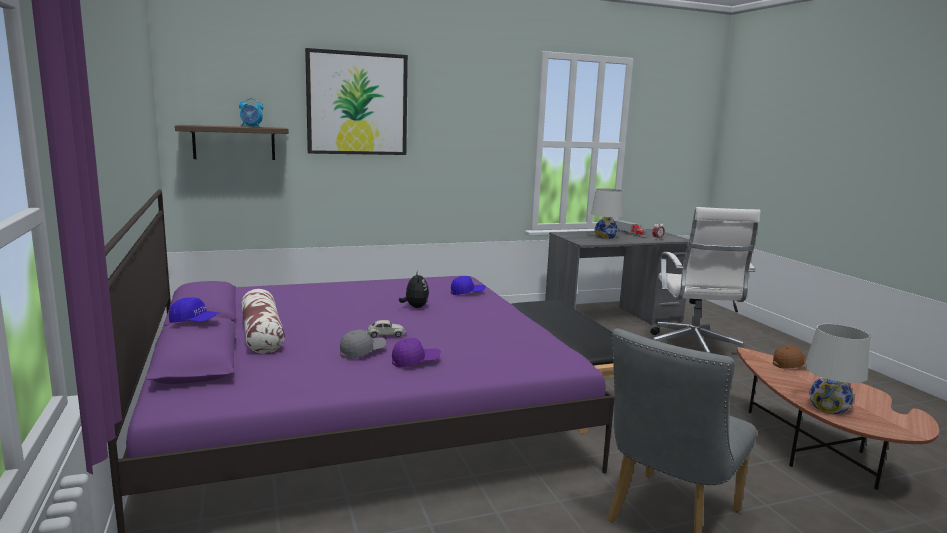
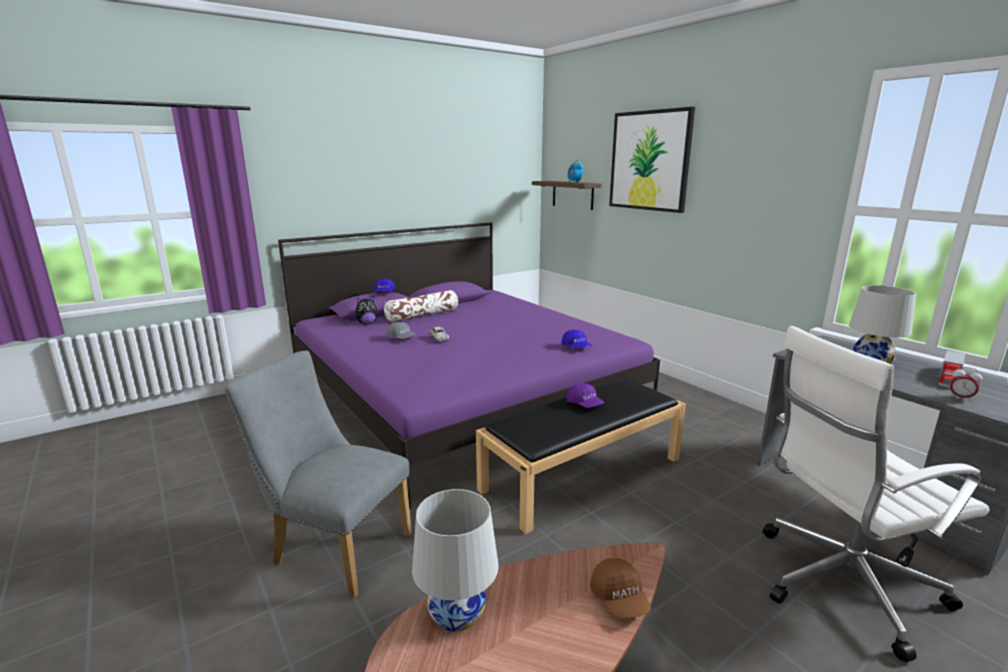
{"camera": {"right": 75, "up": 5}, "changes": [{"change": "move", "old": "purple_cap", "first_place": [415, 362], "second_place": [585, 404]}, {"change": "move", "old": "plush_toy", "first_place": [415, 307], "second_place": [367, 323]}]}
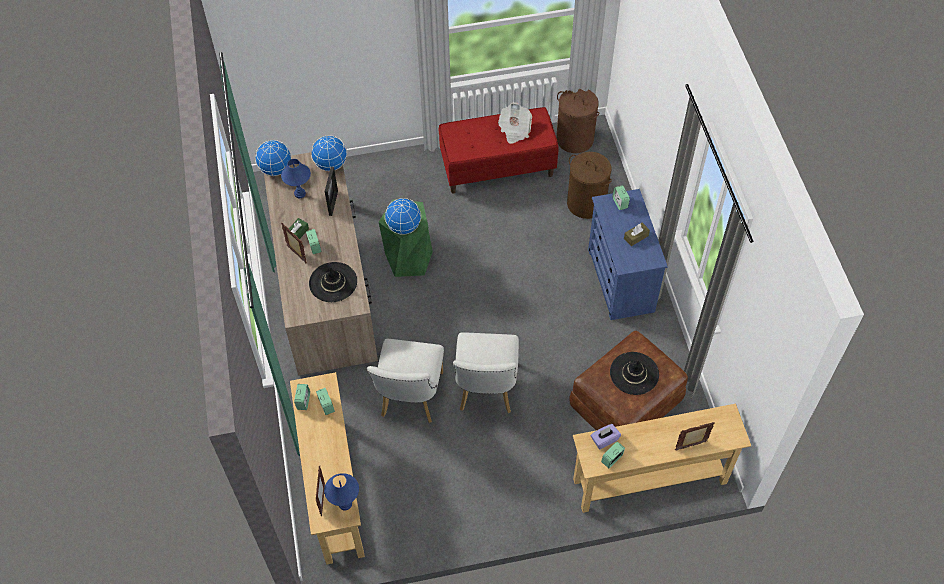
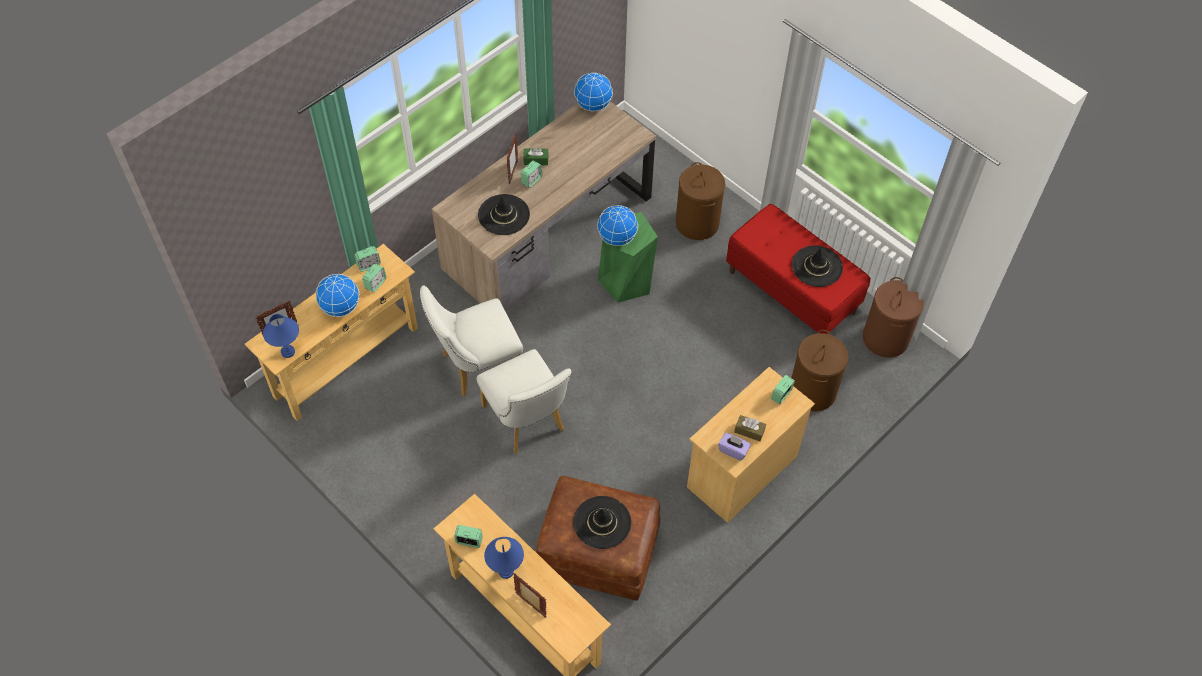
{"camera": {"right": 55, "up": 0}, "changes": [{"change": "move", "old": "blue_table_lamp", "first_place": [300, 194], "second_place": [506, 572]}, {"change": "move", "old": "globe", "first_place": [331, 165], "second_place": [340, 307]}, {"change": "delete", "old": "picture_frame", "first_place": [333, 203]}, {"change": "rotate", "old": "white_chair", "first_place": [486, 391], "second_place": [527, 422], "degrees": -90}, {"change": "replace", "old": "newspaper", "new": "black_hat", "first_place": [514, 130], "second_place": [817, 266]}, {"change": "recolor", "old": "blue_dresser", "new": "beige_dresser", "first_place": [620, 281], "second_place": [741, 472]}, {"change": "move", "old": "purple_tissue_box", "first_place": [604, 440], "second_place": [733, 450]}, {"change": "insert", "new": "brown_laundry_basket", "second_place": [697, 223]}]}
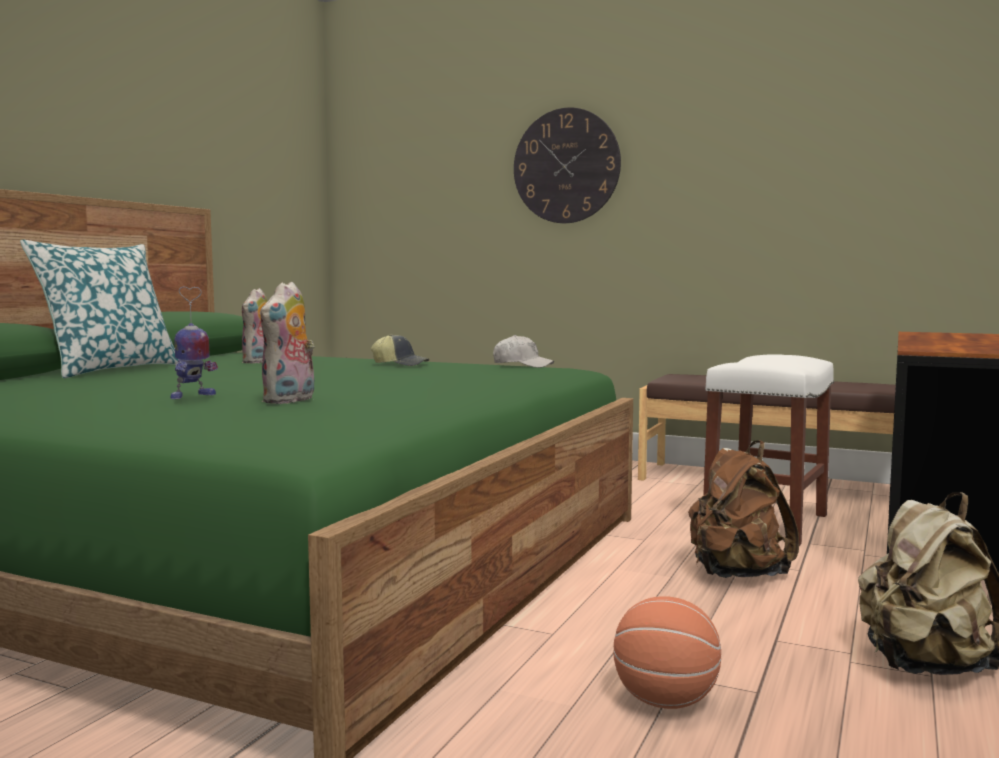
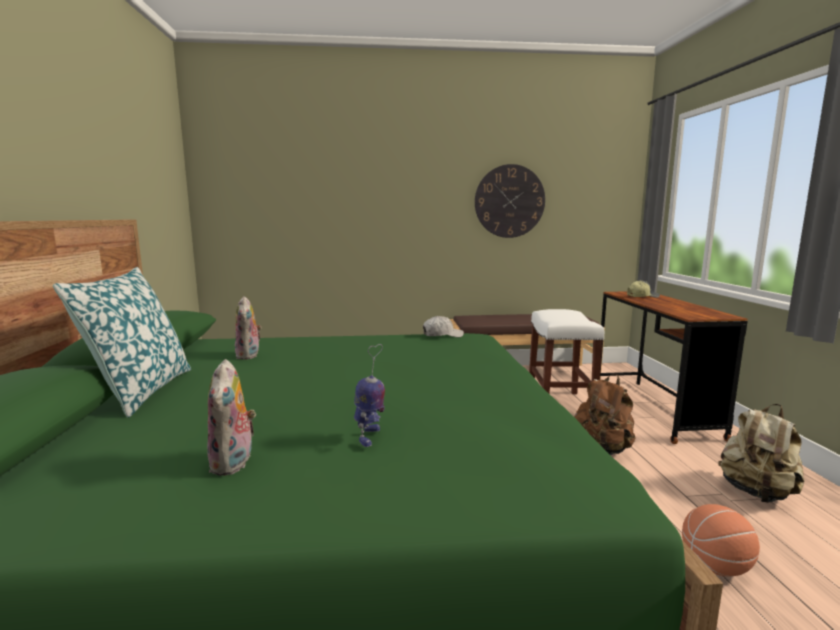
{"camera": {"right": -30, "up": 5}, "changes": [{"change": "move", "old": "plush_toy", "first_place": [290, 400], "second_place": [234, 463]}, {"change": "move", "old": "cap", "first_place": [401, 364], "second_place": [642, 296]}, {"change": "move", "old": "wall_clock", "first_place": [566, 166], "second_place": [509, 201]}]}
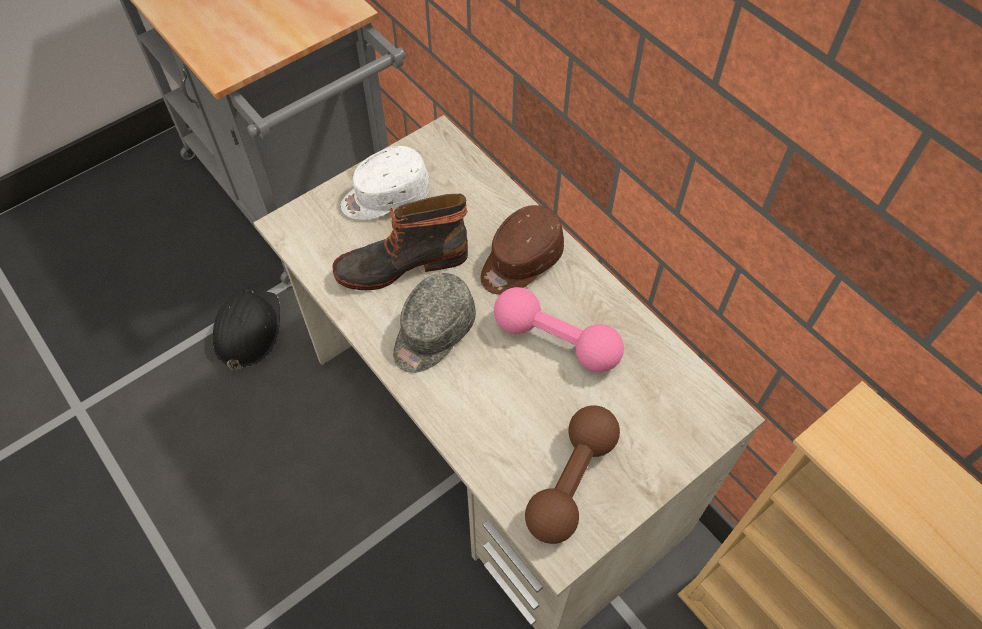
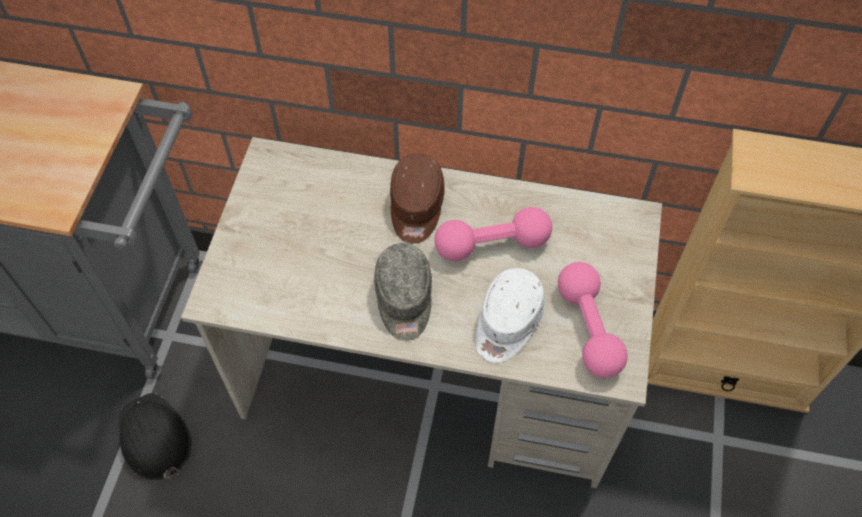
{"camera": {"right": -40, "up": 0}, "changes": [{"change": "delete", "old": "boot", "first_place": [401, 262]}, {"change": "move", "old": "white_cap", "first_place": [385, 196], "second_place": [507, 323]}, {"change": "recolor", "old": "brown_dumbbell", "new": "pink_dumbbell", "first_place": [571, 481], "second_place": [588, 328]}]}
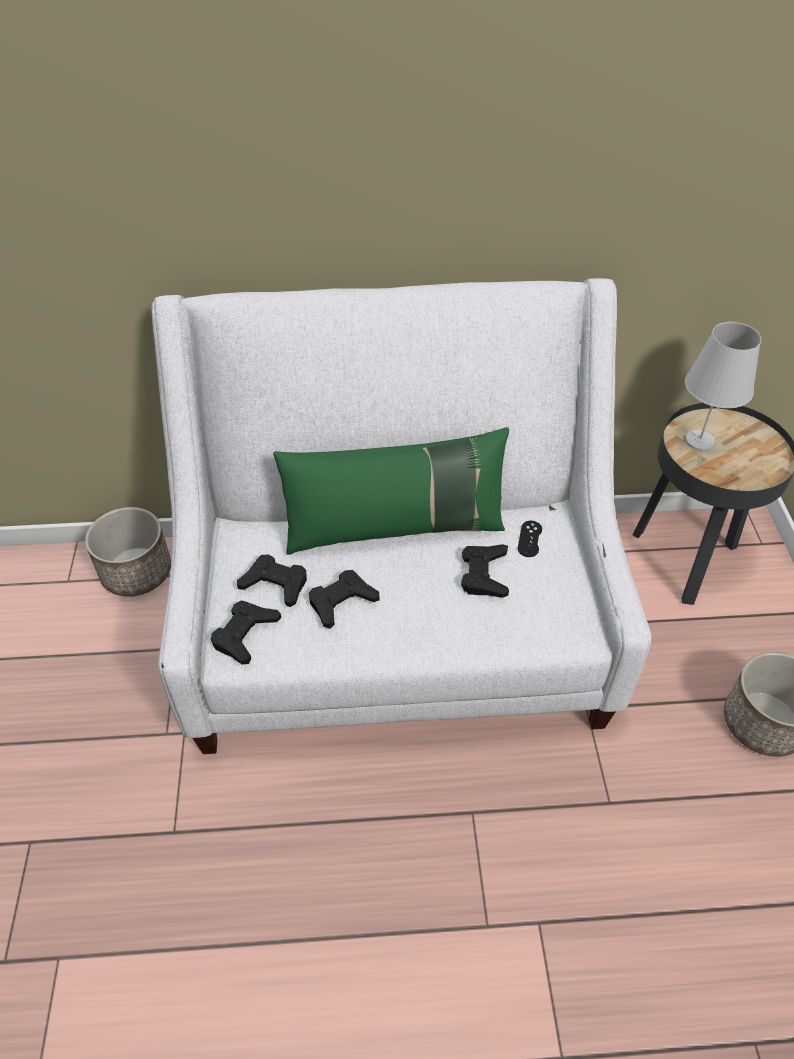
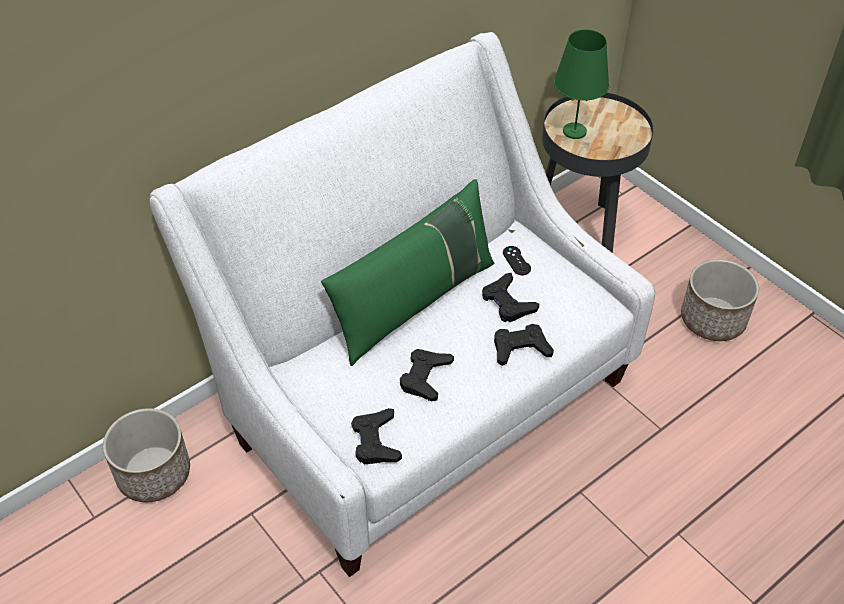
{"camera": {"right": -35, "up": 0}, "changes": [{"change": "move", "old": "black_game_controller", "first_place": [275, 584], "second_place": [520, 348]}, {"change": "recolor", "old": "white_table_lamp", "new": "green_table_lamp", "first_place": [699, 441], "second_place": [574, 131]}]}
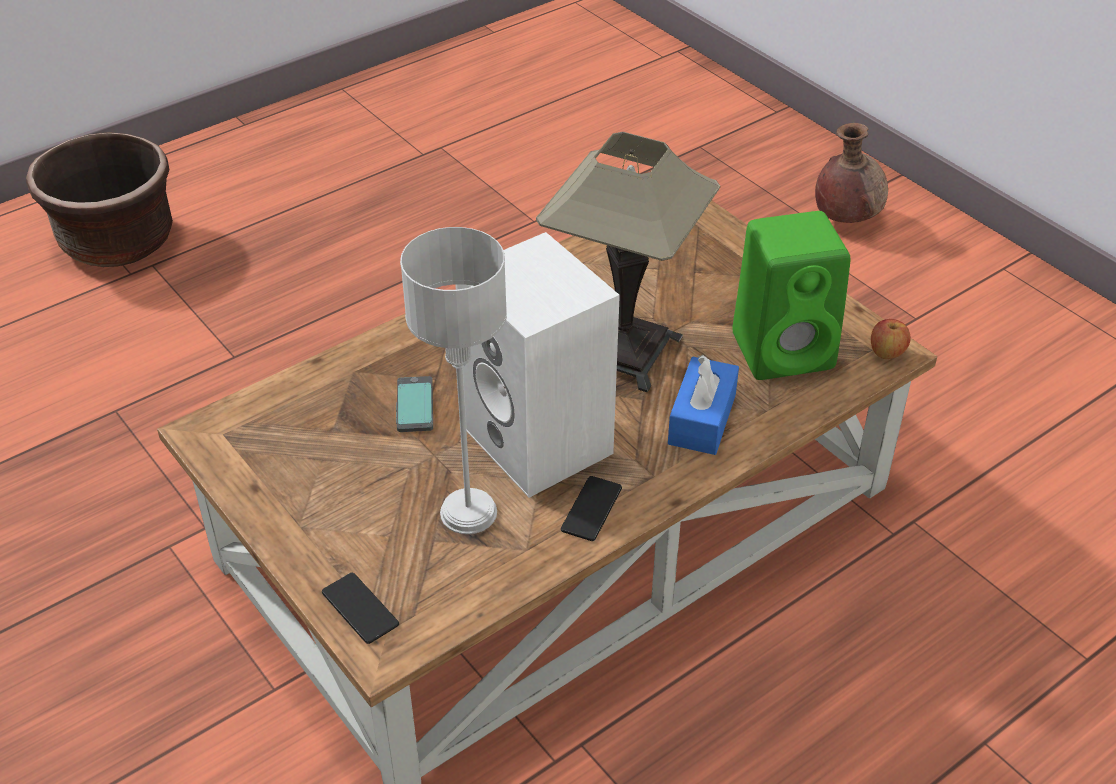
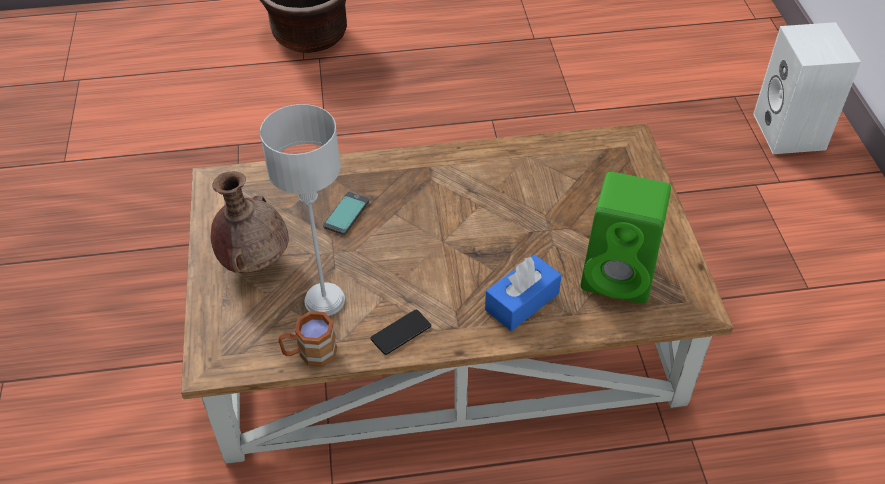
{"camera": {"right": 30, "up": 5}, "changes": [{"change": "delete", "old": "phone", "first_place": [360, 609]}, {"change": "move", "old": "white_speaker", "first_place": [542, 442], "second_place": [791, 132]}, {"change": "delete", "old": "table_lamp", "first_place": [622, 350]}, {"change": "move", "old": "brown_vase", "first_place": [845, 218], "second_place": [255, 260]}, {"change": "delete", "old": "apple", "first_place": [886, 353]}, {"change": "insert", "new": "brown_mug", "second_place": [310, 353]}]}
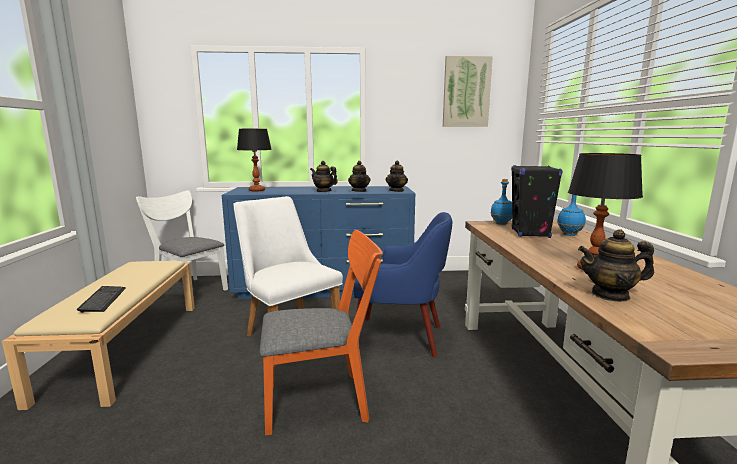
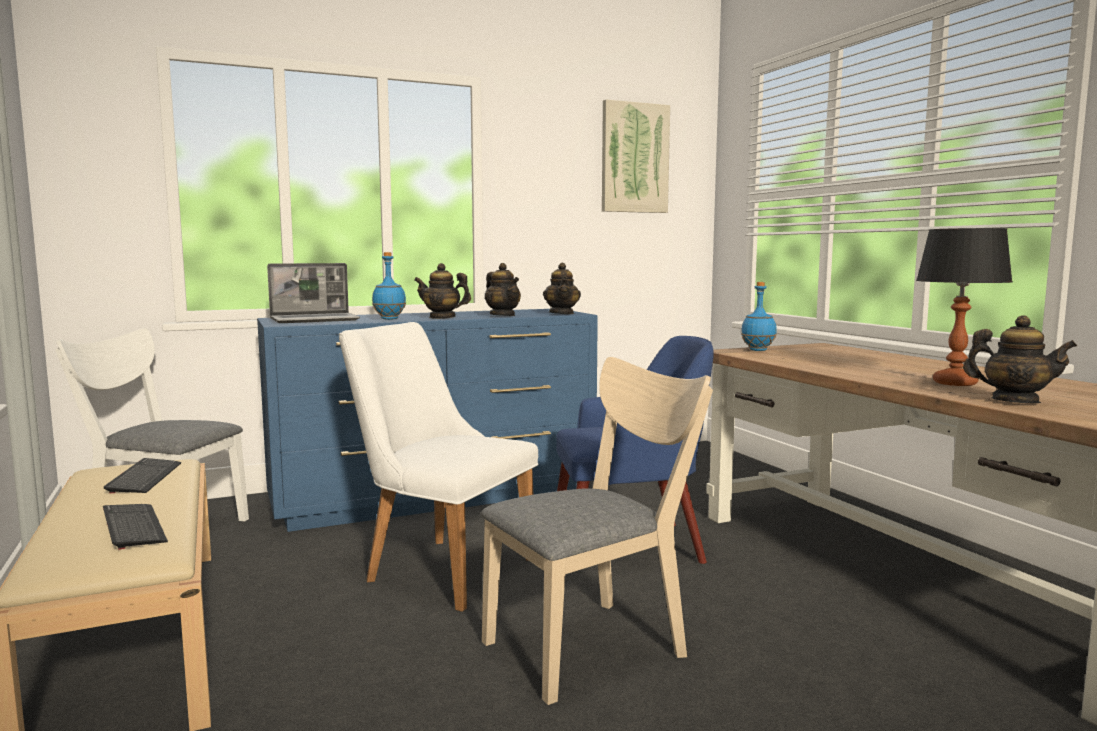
{"camera": {"right": -20, "up": -5}, "changes": [{"change": "replace", "old": "table_lamp", "new": "laptop", "first_place": [257, 190], "second_place": [315, 320]}, {"change": "recolor", "old": "orange_chair", "new": "beige_chair", "first_place": [325, 400], "second_place": [596, 644]}, {"change": "delete", "old": "black_speaker", "first_place": [530, 233]}, {"change": "move", "old": "blue_bottle", "first_place": [569, 234], "second_place": [389, 319]}, {"change": "rotate", "old": "teapot", "first_place": [610, 295], "second_place": [1014, 401], "degrees": -135}, {"change": "insert", "new": "keyboard", "second_place": [145, 478]}]}
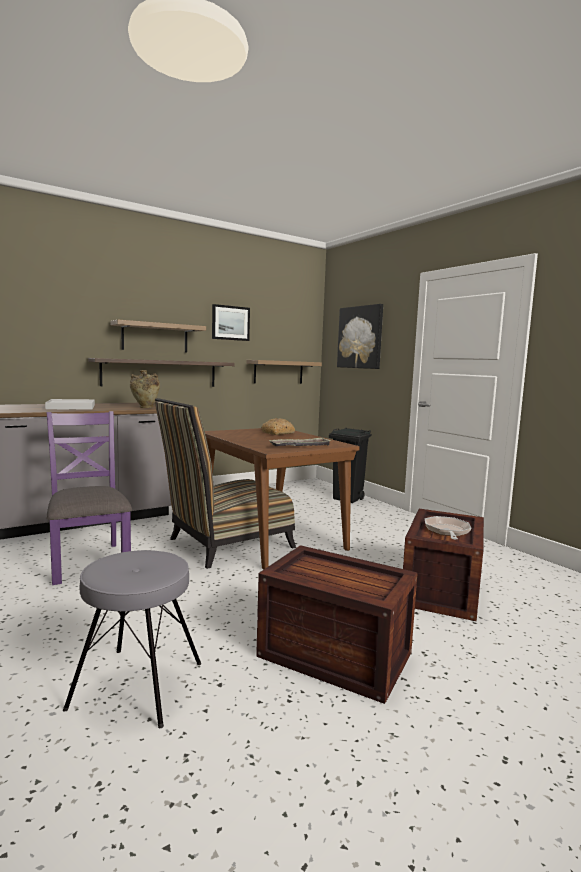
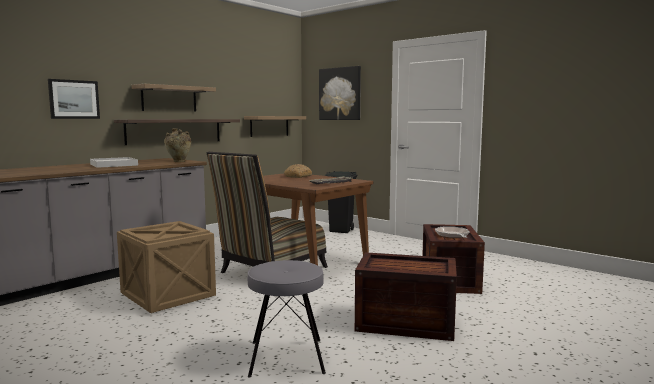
{"camera": {"right": -15, "up": 0}, "changes": [{"change": "replace", "old": "purple_chair", "new": "crate", "first_place": [88, 562], "second_place": [167, 295]}, {"change": "move", "old": "picture", "first_place": [230, 323], "second_place": [74, 99]}]}
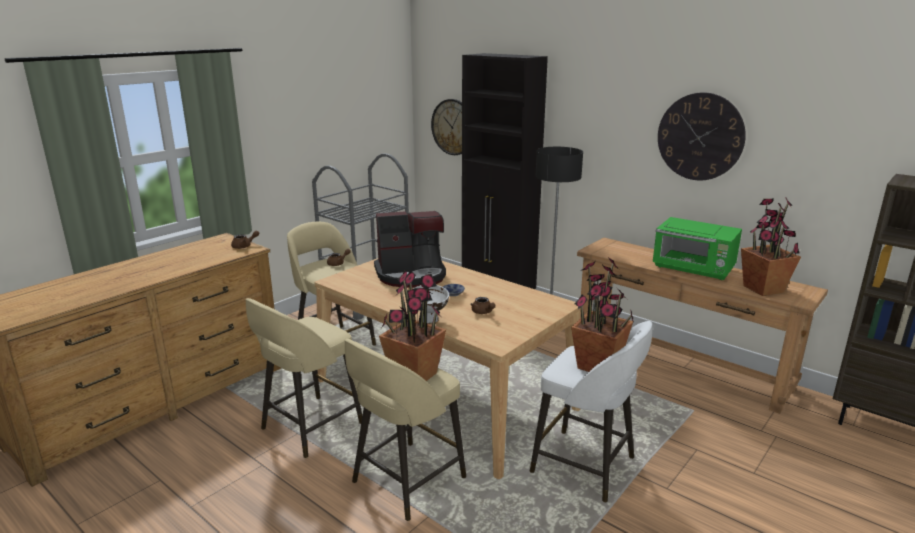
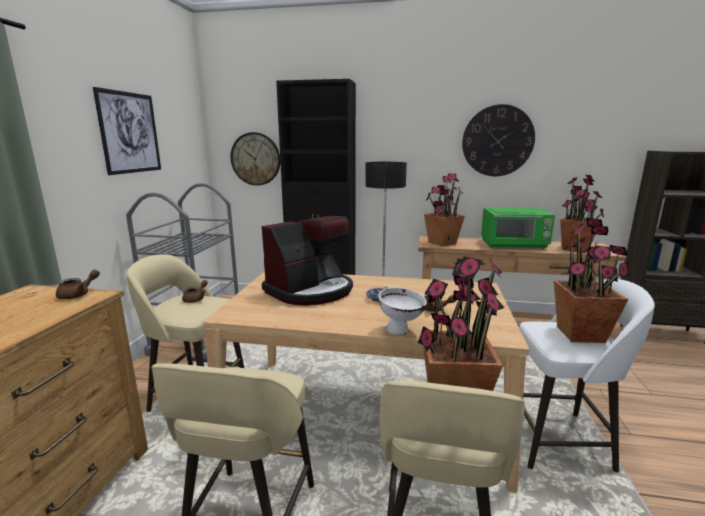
{"camera": {"right": -30, "up": -5}, "changes": [{"change": "insert", "new": "picture", "second_place": [130, 133]}, {"change": "insert", "new": "potted_plant", "second_place": [441, 243]}]}
